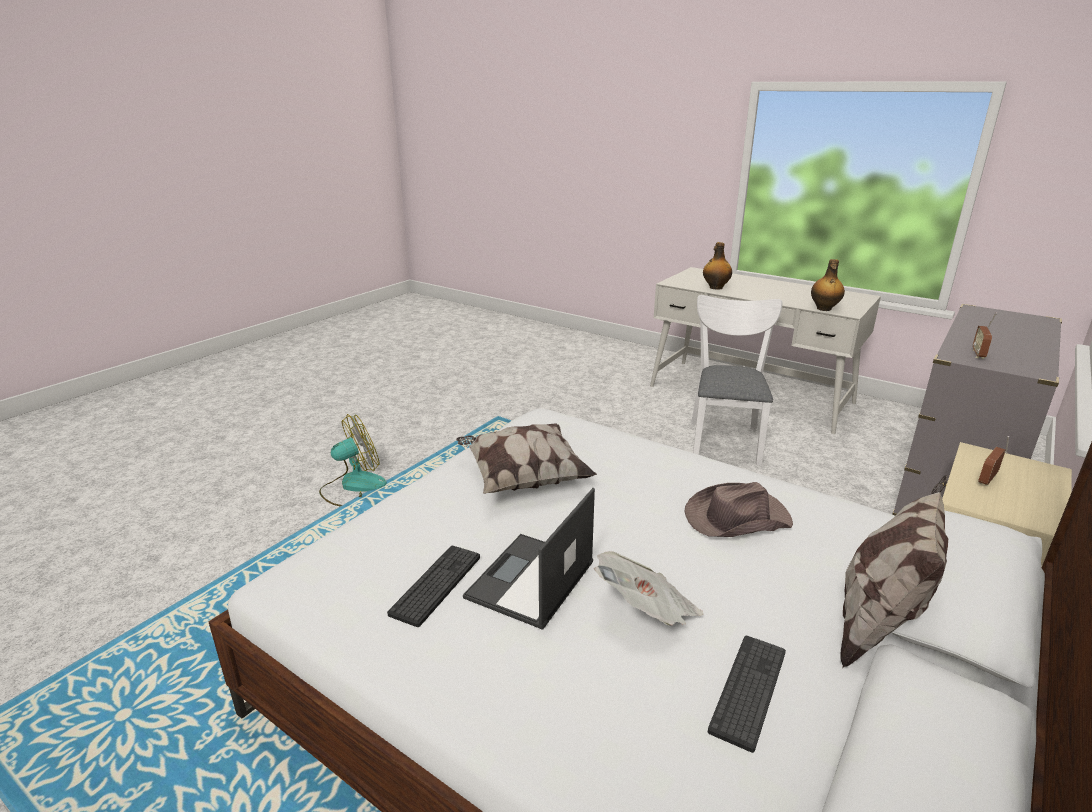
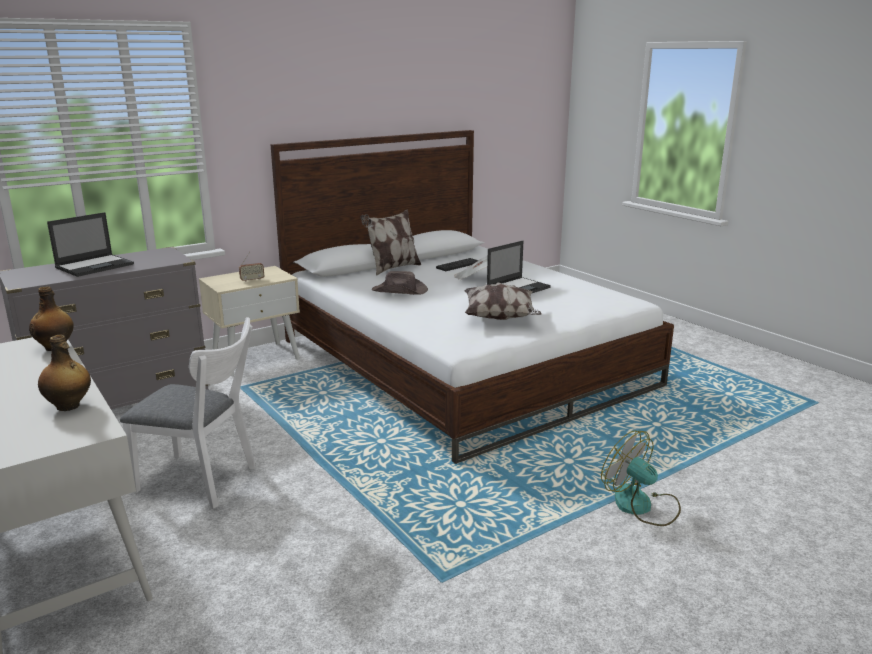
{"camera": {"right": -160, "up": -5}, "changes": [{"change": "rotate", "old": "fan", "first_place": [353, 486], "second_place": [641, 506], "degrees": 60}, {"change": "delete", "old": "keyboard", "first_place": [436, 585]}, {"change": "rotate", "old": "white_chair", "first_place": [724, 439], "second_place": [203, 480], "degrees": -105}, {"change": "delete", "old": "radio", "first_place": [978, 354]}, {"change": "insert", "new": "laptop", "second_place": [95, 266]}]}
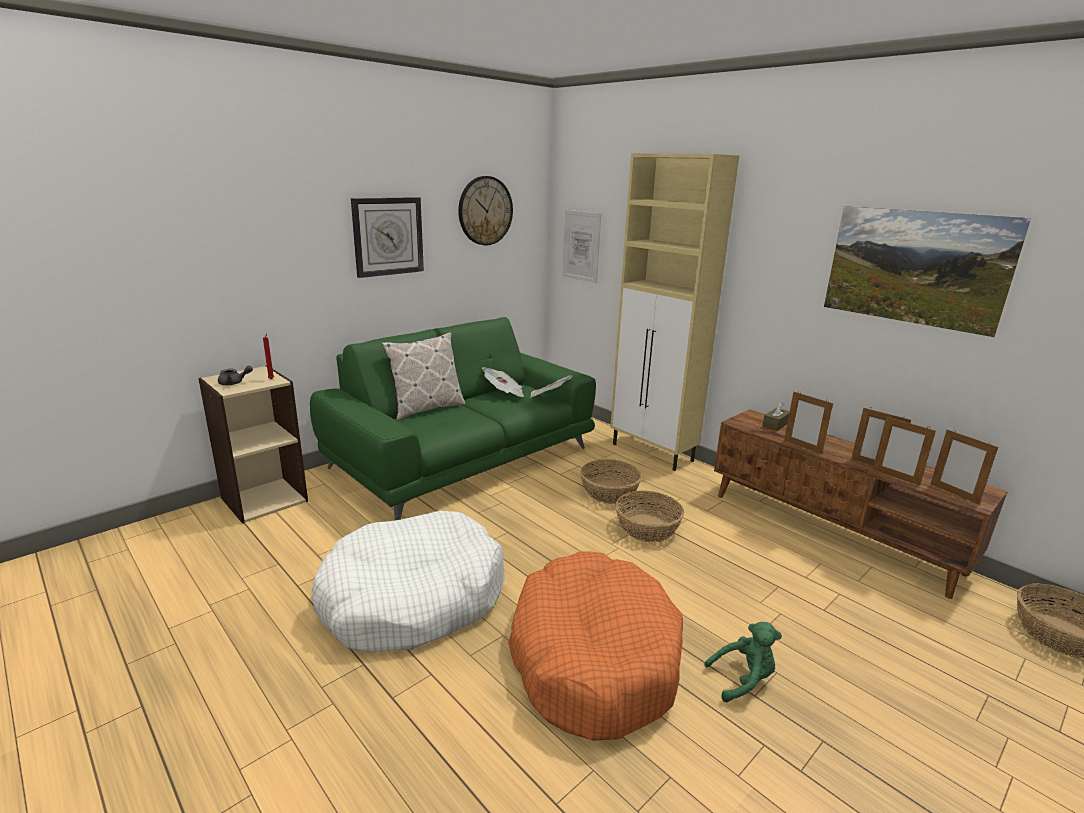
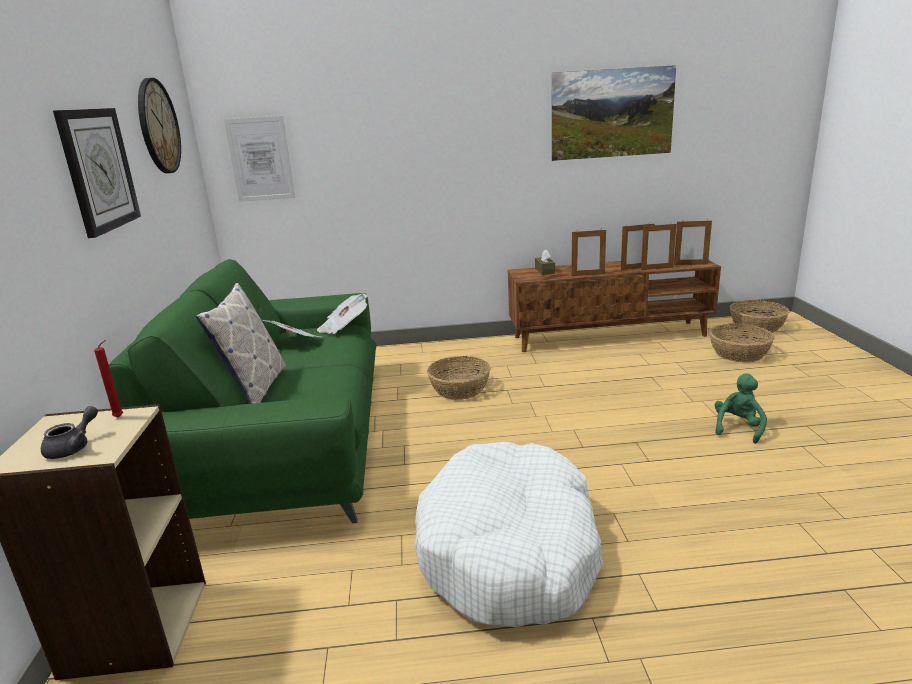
{"camera": {"right": -50, "up": 0}, "changes": [{"change": "delete", "old": "orange_dog_bed", "first_place": [593, 657]}, {"change": "delete", "old": "beige_cabinet", "first_place": [653, 453]}, {"change": "move", "old": "basket", "first_place": [647, 528], "second_place": [739, 353]}]}
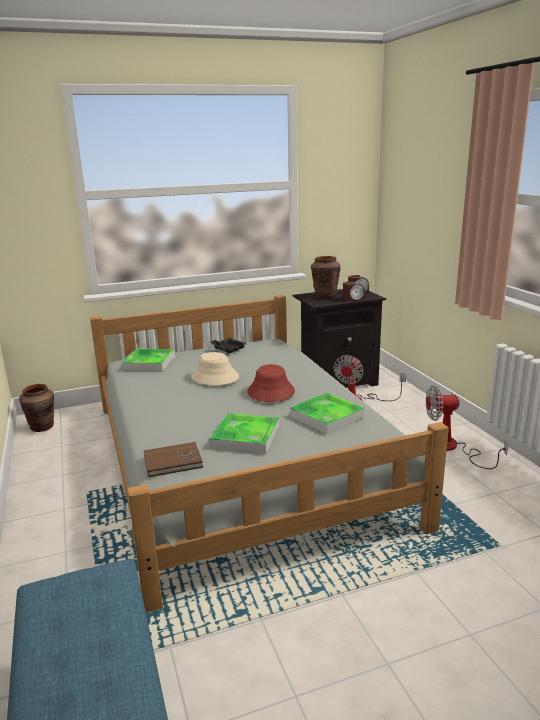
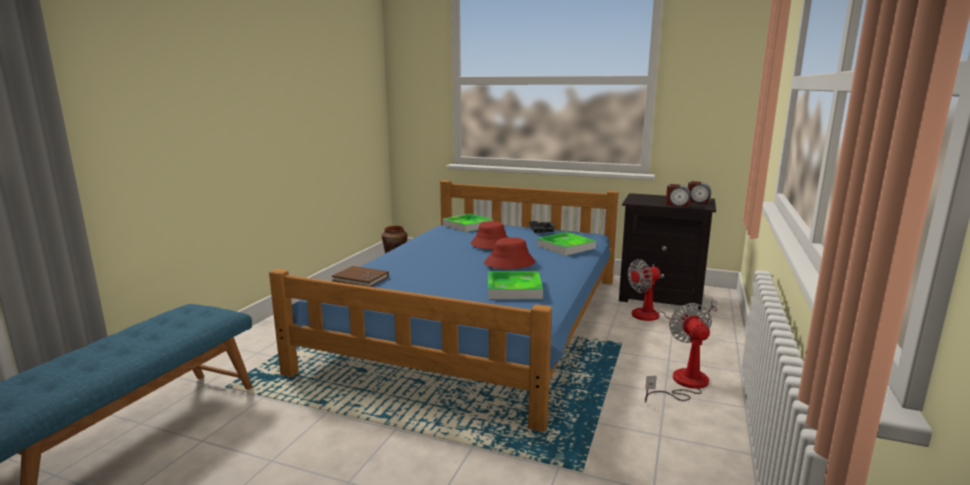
{"camera": {"right": 40, "up": -5}, "changes": [{"change": "recolor", "old": "grey_bed", "new": "blue_bed", "first_place": [239, 459], "second_place": [478, 320]}, {"change": "recolor", "old": "beige_hat", "new": "red_hat", "first_place": [214, 377], "second_place": [491, 244]}, {"change": "move", "old": "tray", "first_place": [246, 437], "second_place": [566, 247]}, {"change": "delete", "old": "brown_vase", "first_place": [325, 296]}, {"change": "rotate", "old": "fan", "first_place": [451, 448], "second_place": [683, 384], "degrees": 45}]}
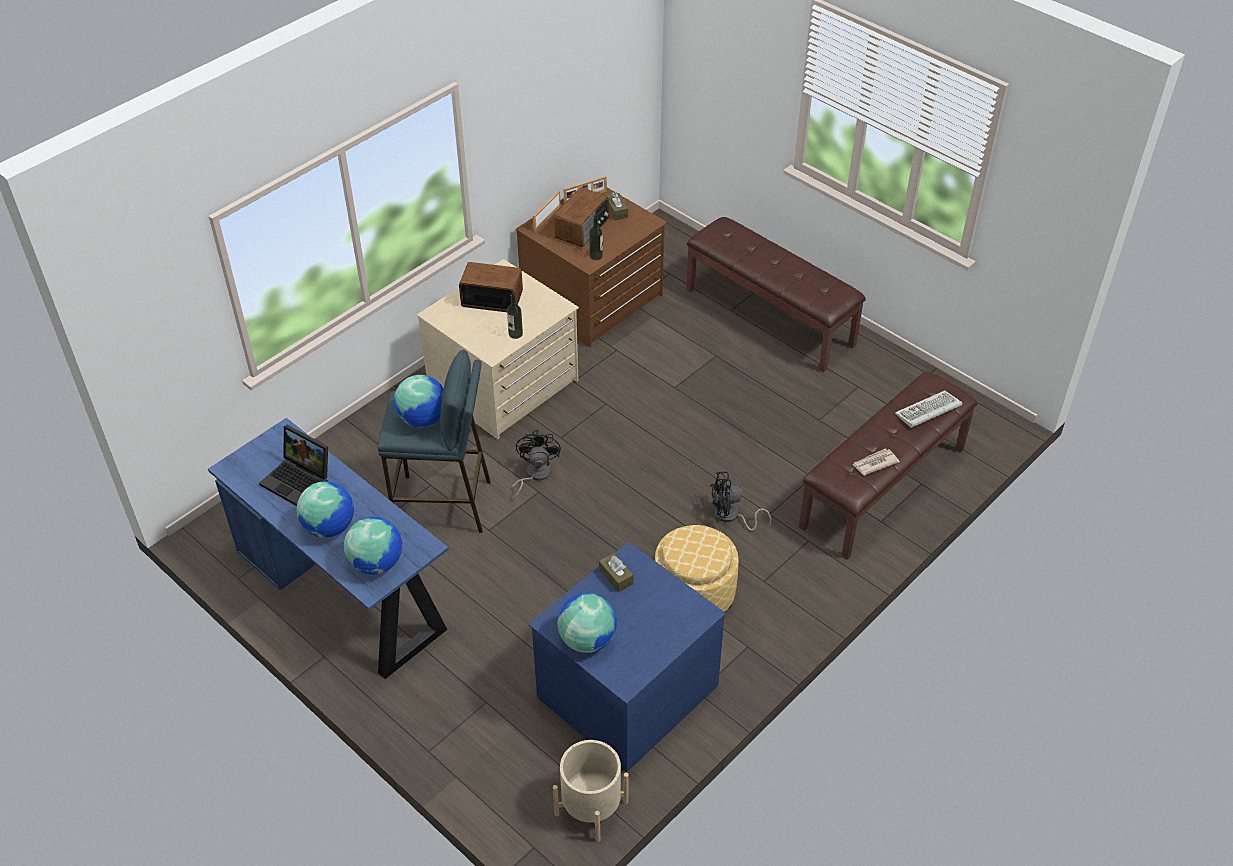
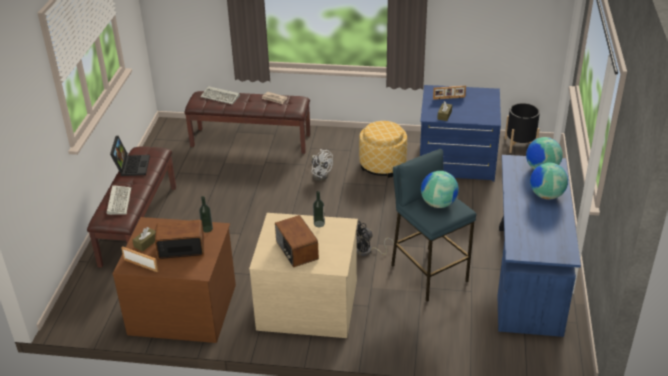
{"camera": {"right": -125, "up": -10}, "changes": [{"change": "move", "old": "laptop", "first_place": [299, 480], "second_place": [131, 165]}, {"change": "move", "old": "picture_frame", "first_place": [546, 218], "second_place": [449, 98]}, {"change": "recolor", "old": "beige_planter", "new": "black_planter", "first_place": [591, 808], "second_place": [520, 144]}, {"change": "delete", "old": "globe", "first_place": [587, 639]}, {"change": "recolor", "old": "black_fan", "new": "white_fan", "first_place": [731, 516], "second_place": [320, 174]}, {"change": "insert", "new": "keyboard", "second_place": [119, 201]}]}
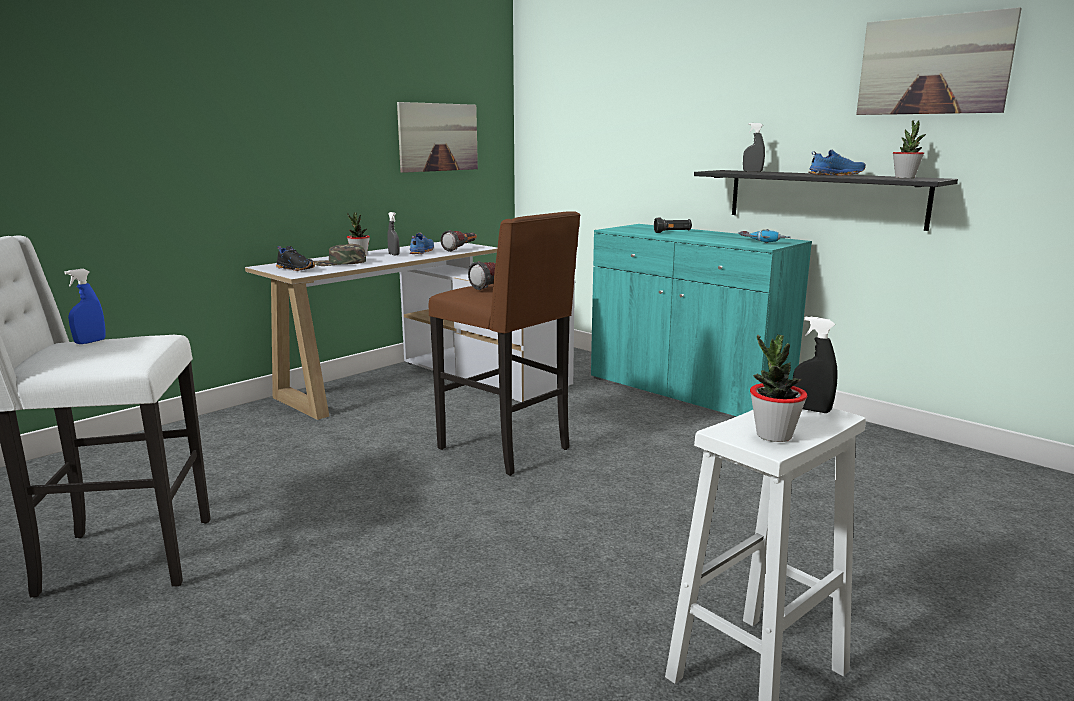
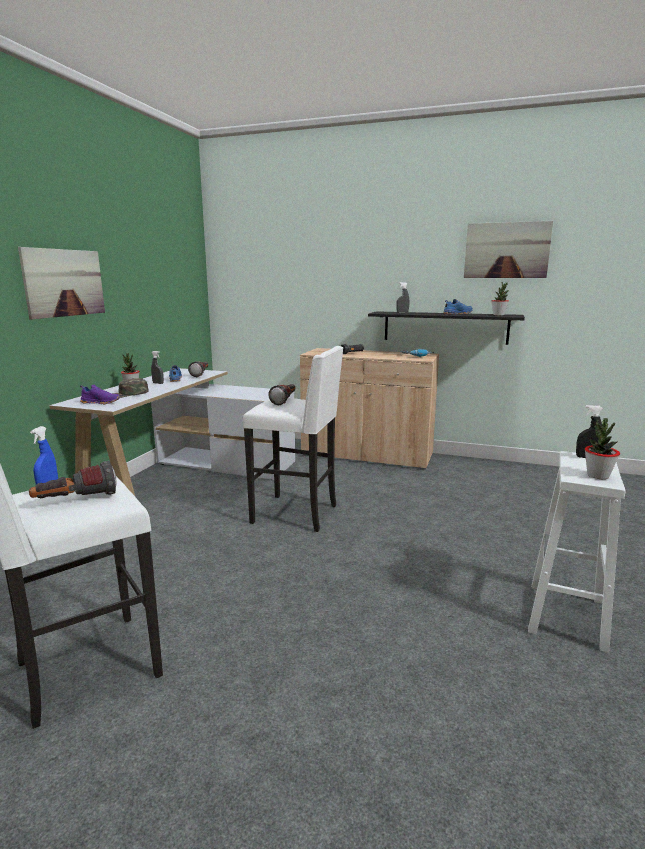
{"camera": {"right": -25, "up": 0}, "changes": [{"change": "recolor", "old": "black_shoe", "new": "purple_shoe", "first_place": [296, 269], "second_place": [101, 402]}, {"change": "move", "old": "picture", "first_place": [438, 137], "second_place": [64, 283]}, {"change": "recolor", "old": "brown_stool", "new": "white_stool", "first_place": [507, 449], "second_place": [297, 514]}, {"change": "recolor", "old": "turquoise_cabinet", "new": "beige_cabinet", "first_place": [687, 391], "second_place": [367, 455]}, {"change": "insert", "new": "flashlight", "second_place": [76, 501]}]}
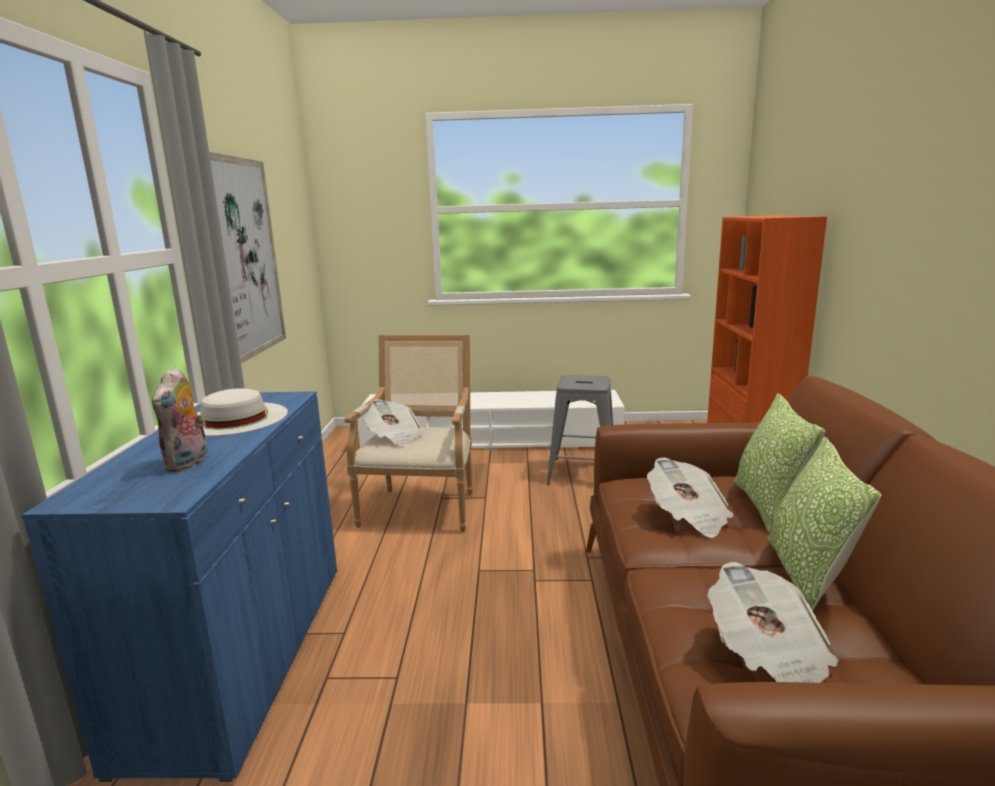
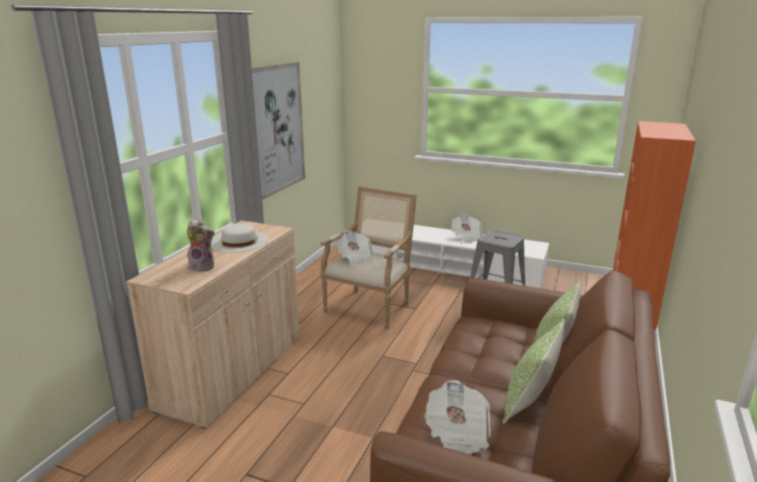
{"camera": {"right": 20, "up": 5}, "changes": [{"change": "recolor", "old": "blue_cabinet", "new": "beige_cabinet", "first_place": [244, 656], "second_place": [233, 372]}, {"change": "rotate", "old": "plush_toy", "first_place": [188, 463], "second_place": [203, 267], "degrees": -105}, {"change": "move", "old": "newspaper", "first_place": [688, 517], "second_place": [466, 237]}]}
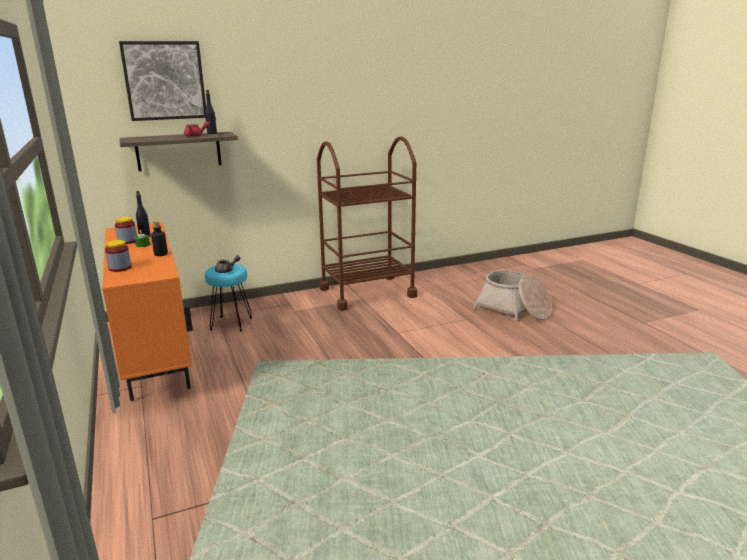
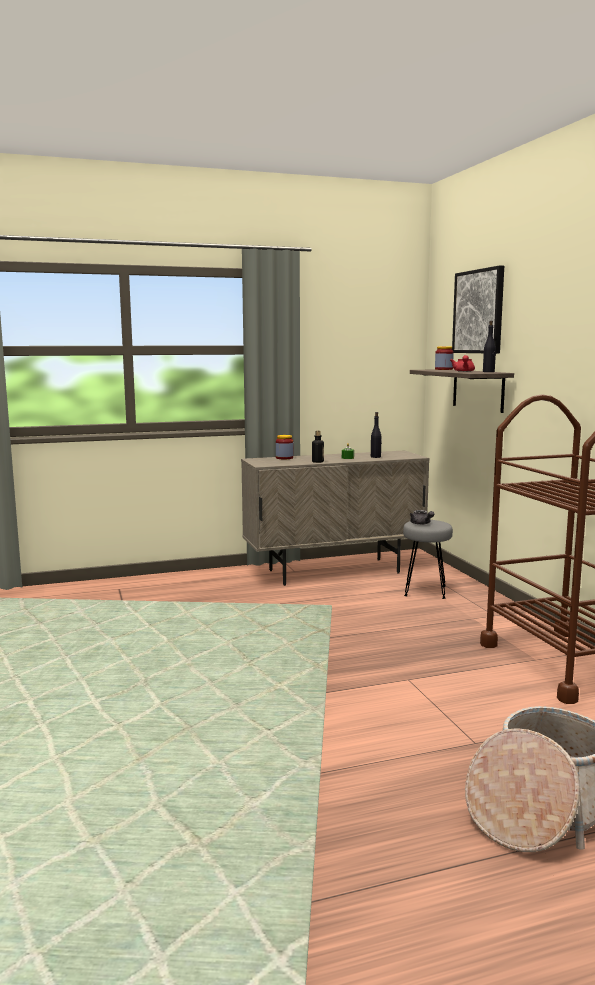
{"camera": {"right": 95, "up": -10}, "changes": [{"change": "recolor", "old": "orange_cabinet", "new": "beige_cabinet", "first_place": [156, 363], "second_place": [334, 572]}, {"change": "move", "old": "jar", "first_place": [127, 241], "second_place": [443, 369]}, {"change": "recolor", "old": "turquoise_stool", "new": "grey_stool", "first_place": [231, 323], "second_place": [426, 591]}]}
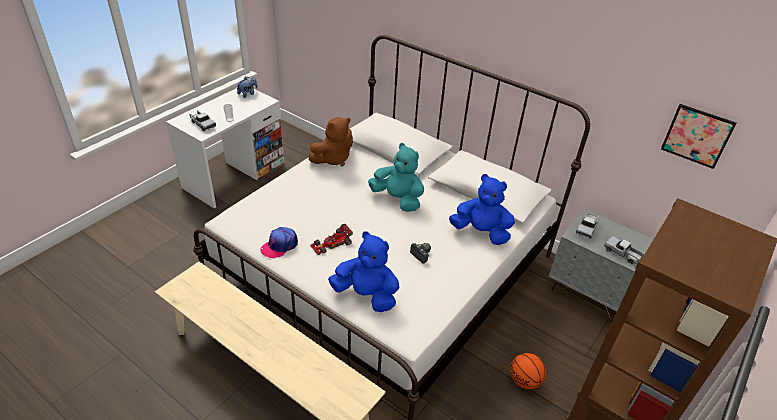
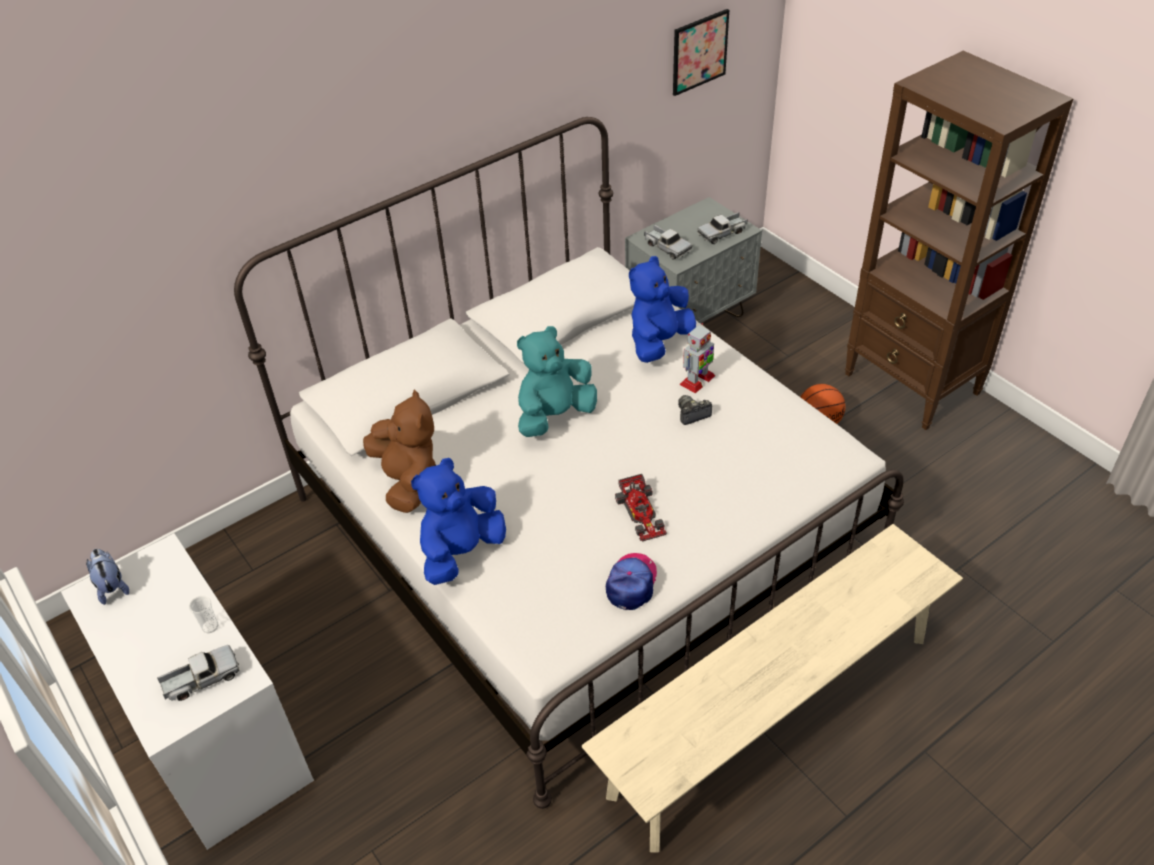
{"camera": {"right": -70, "up": 5}, "changes": [{"change": "rotate", "old": "cap", "first_place": [279, 246], "second_place": [631, 583], "degrees": -135}, {"change": "move", "old": "blue_plush_toy", "first_place": [366, 295], "second_place": [461, 552]}, {"change": "insert", "new": "toy_robot", "second_place": [697, 380]}]}
